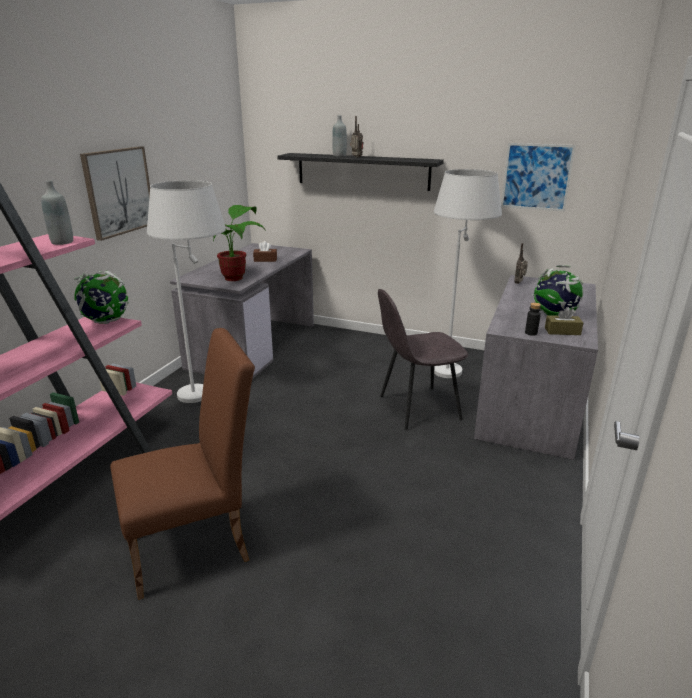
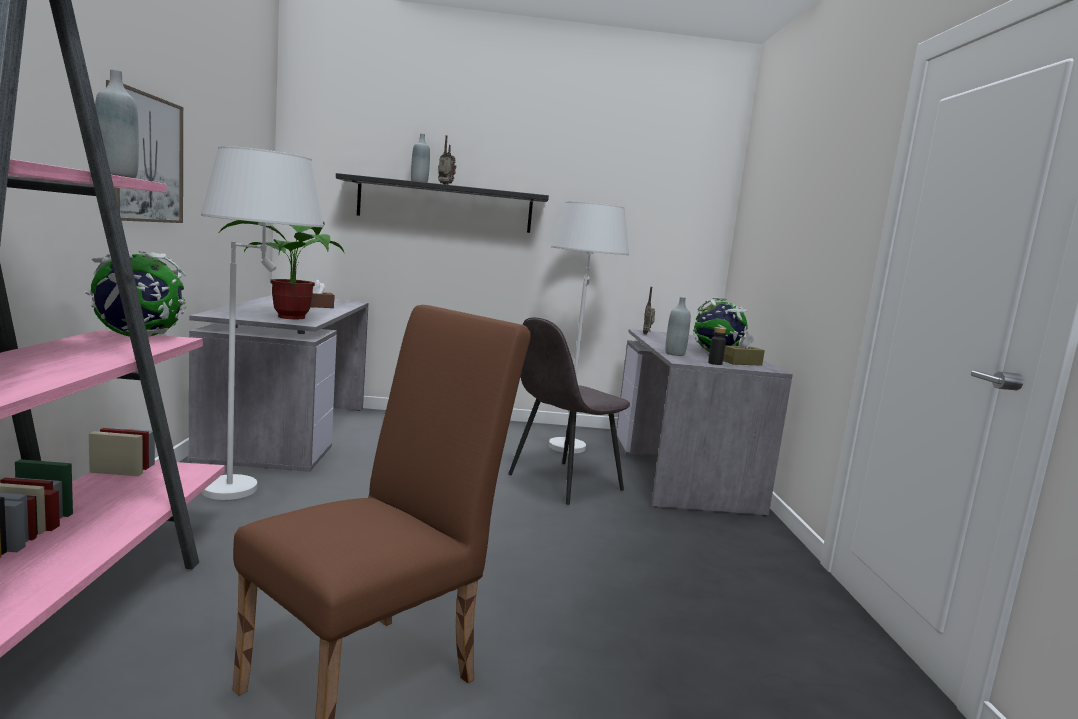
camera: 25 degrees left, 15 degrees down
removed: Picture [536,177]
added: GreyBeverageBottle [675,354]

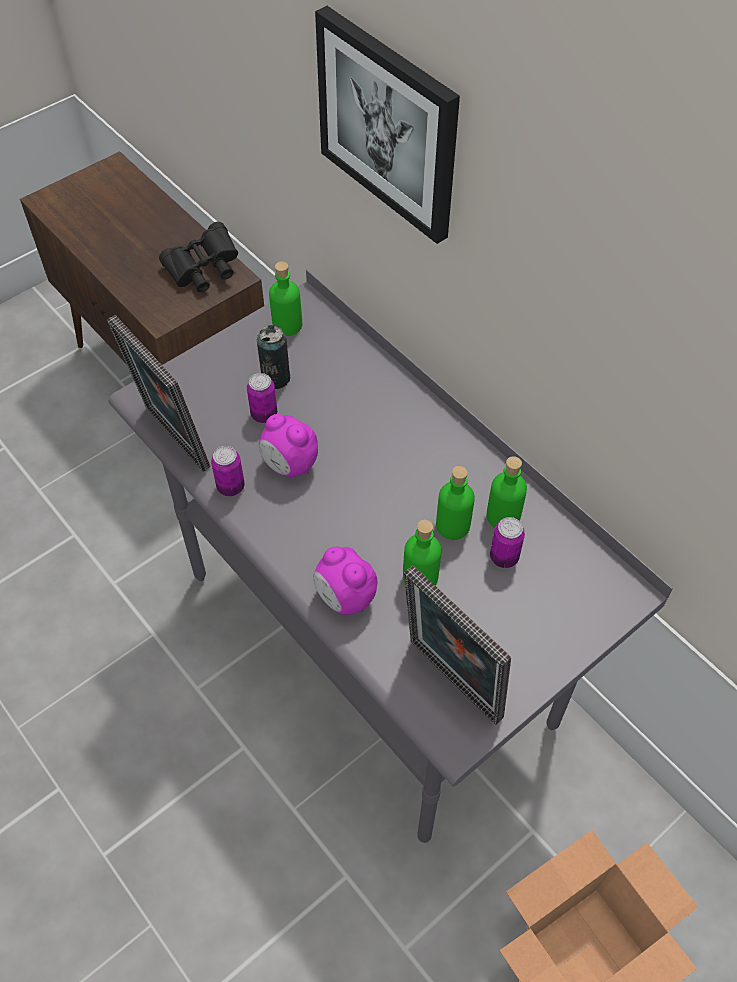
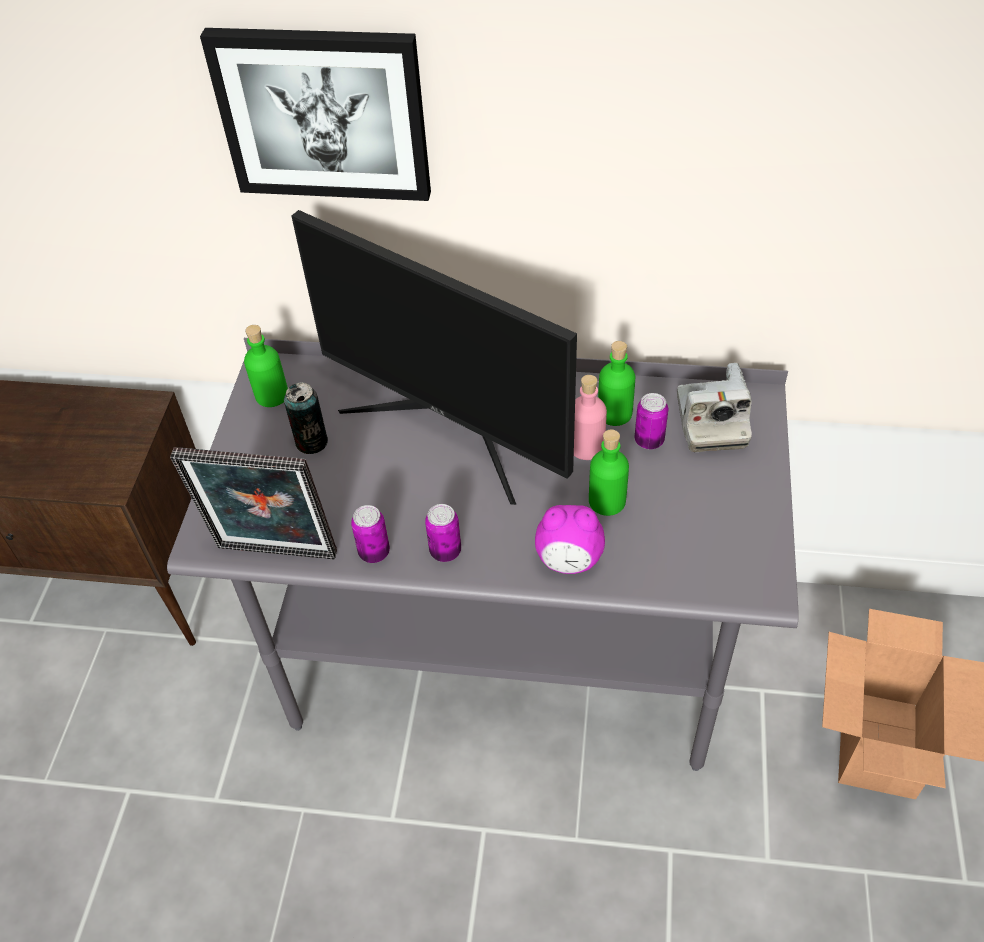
camera: 40 degrees left, 5 degrees down
removed: BlackColouredFieldGlasses [203,271]; TableClock [289,465]; PictureFrame [450,684]
added: Monitor [451,426]; StillCamera [711,421]
moved: SealedCan [264,414] to [445,551]
recoloured: GreenColouredBeverageBottle [453,525] to PinkColouredBeverageBottle [586,446]

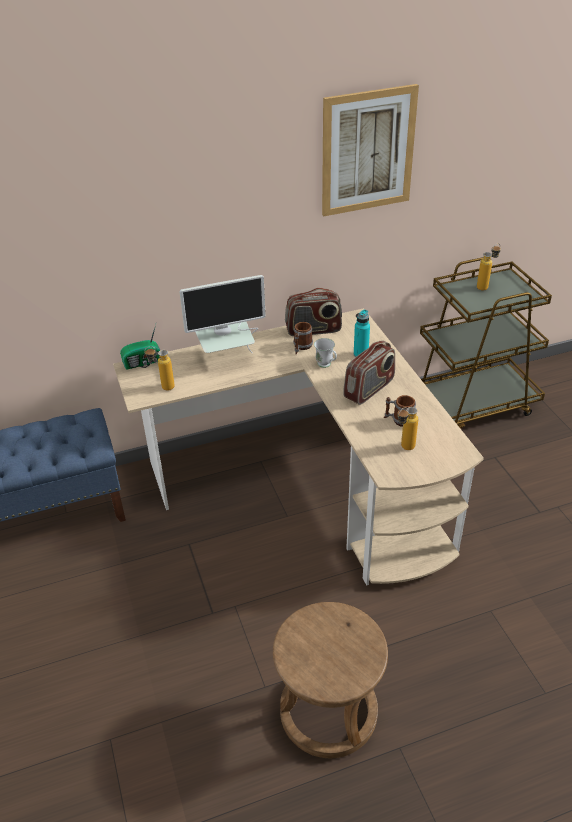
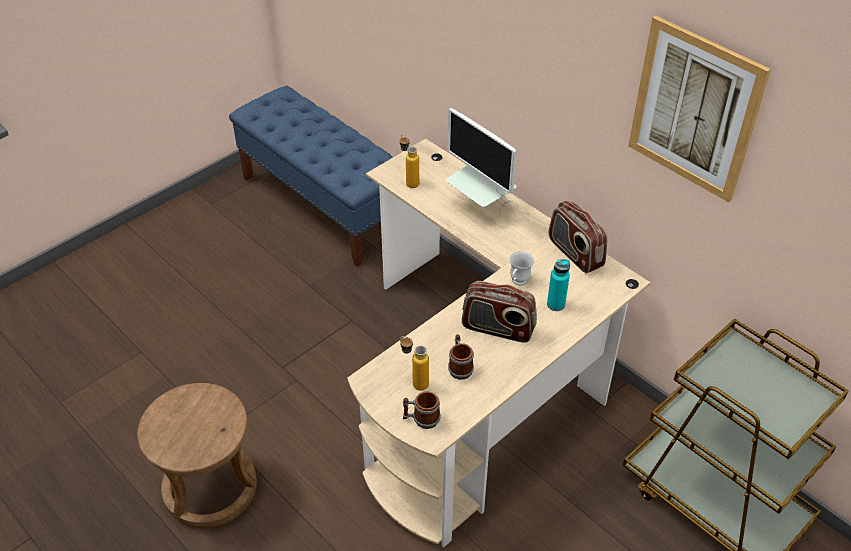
camera: 65 degrees right, 5 degrees up
removed: Radio [143,362]; BeverageBottle [485,286]
moved: TeaMug [301,347] to [421,419]

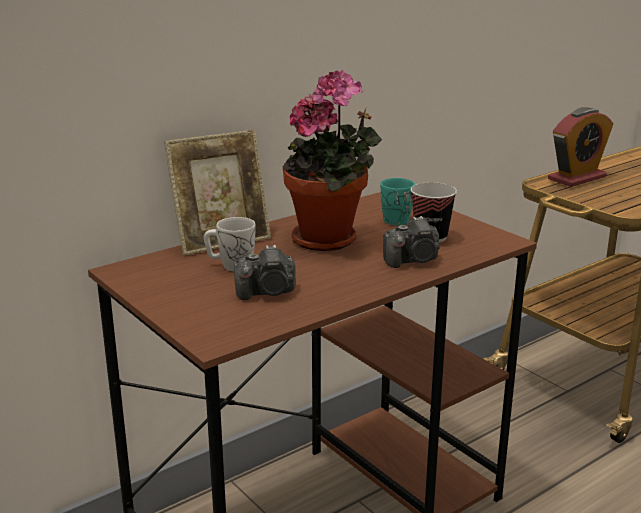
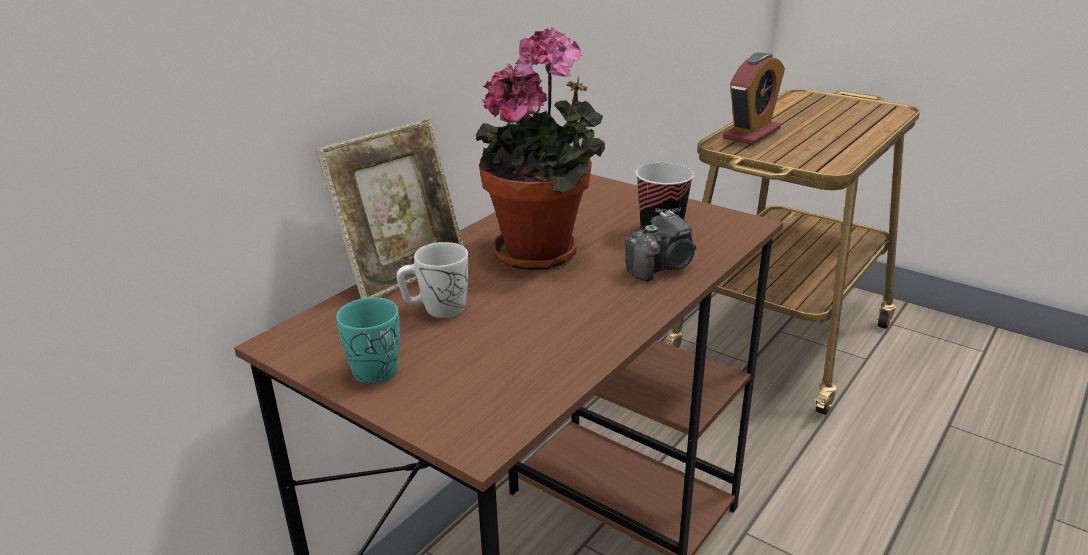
camera: 15 degrees left, 5 degrees up
removed: StillCamera [267,292]
moved: BlueGreenTeaMug [397,219] to [377,366]

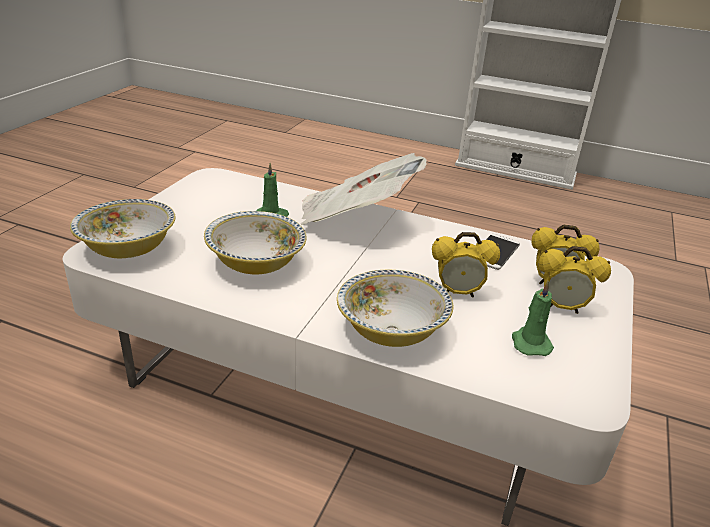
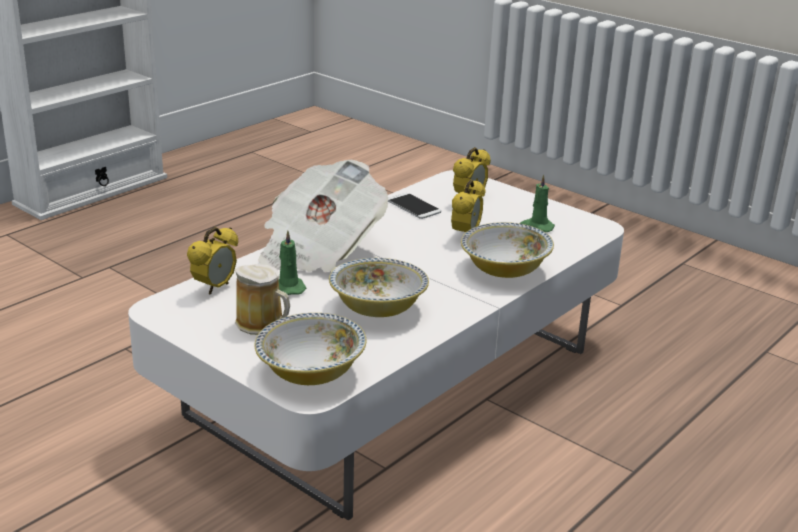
camera: 70 degrees left, 5 degrees down
added: TeaMug [263,324]
moved: TableClock [562,308] to [215,288]

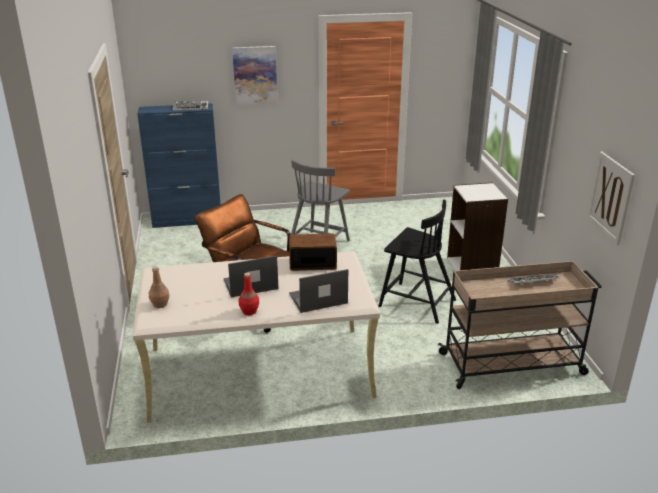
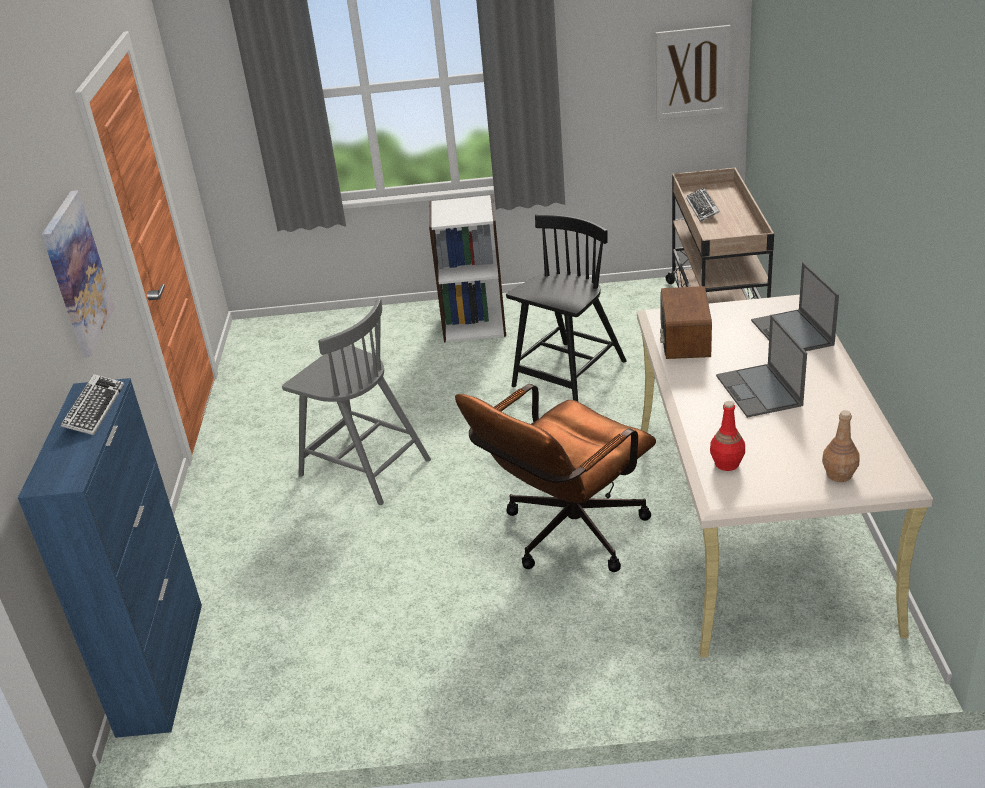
camera: 80 degrees left, 5 degrees up
moved: ReddishBeverageBottle [249,311] to [726,464]

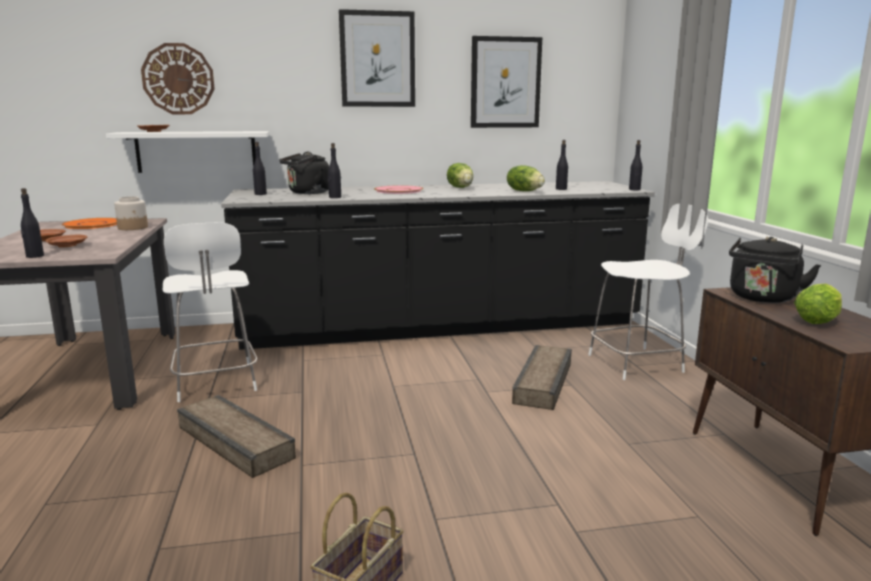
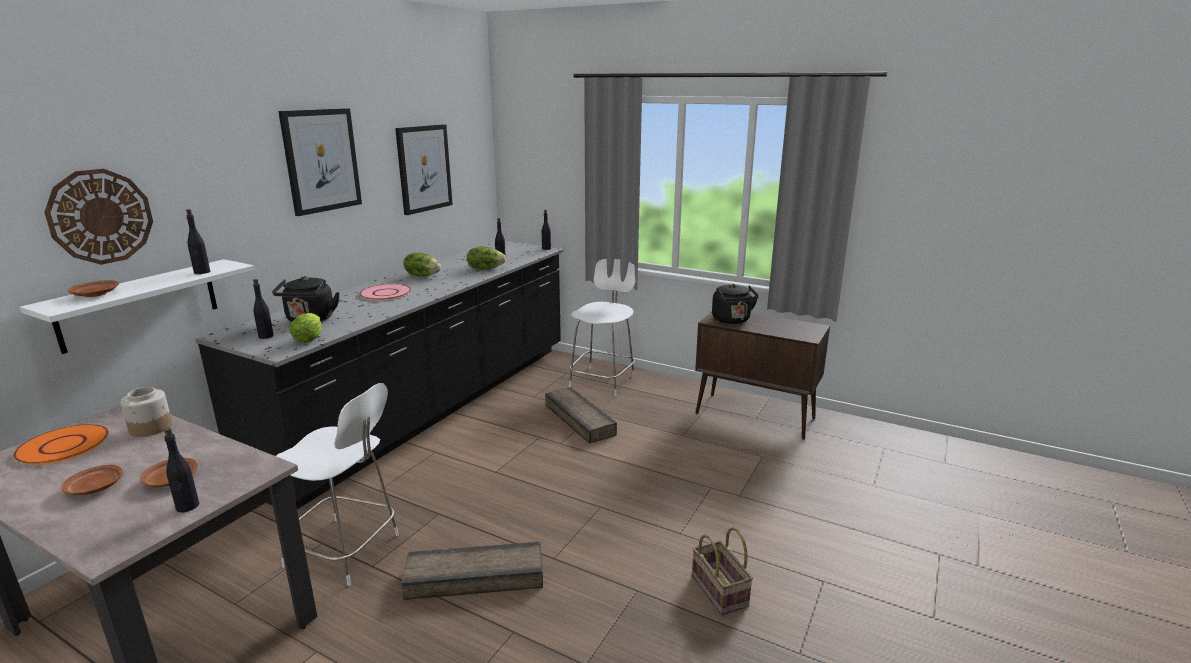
camera: 50 degrees left, 5 degrees up
moved: BlackColouredBeverageBottle [335,197] to [202,272]; LettuceHead [819,320] to [310,338]

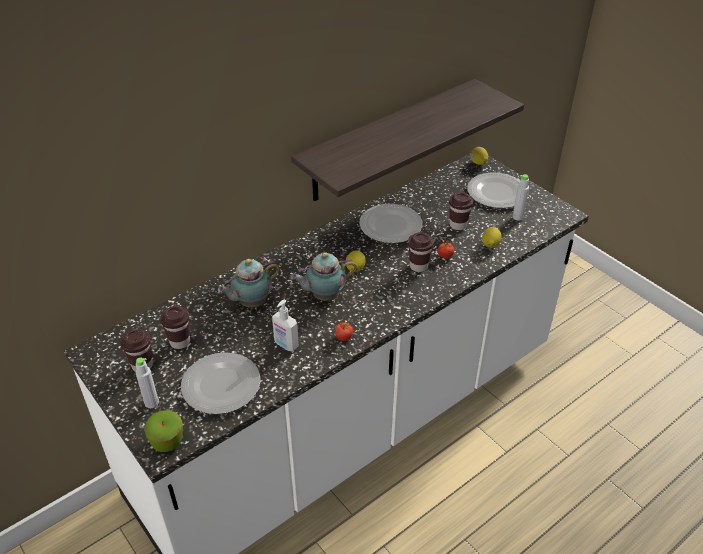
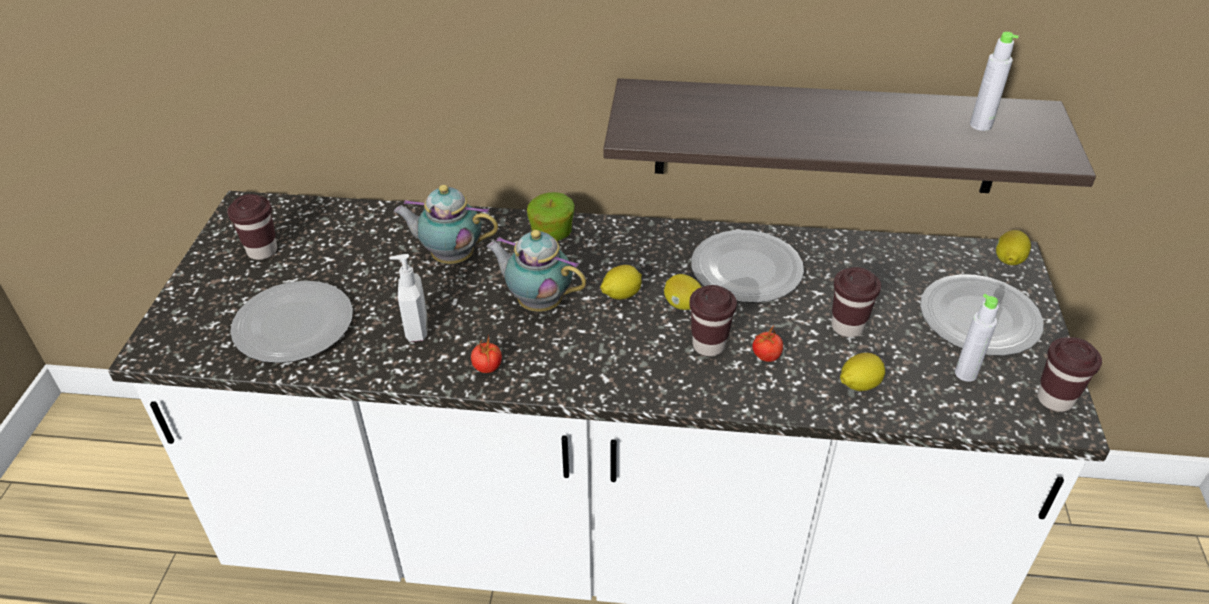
camera: 45 degrees right, 0 degrees up
added: Lemon [683,305]
moved: Apple [167,441] to [552,233]; GreyBeverageBottle [151,403] to [980,125]; BrownColouredDrinkingCup [180,342] to [1054,399]

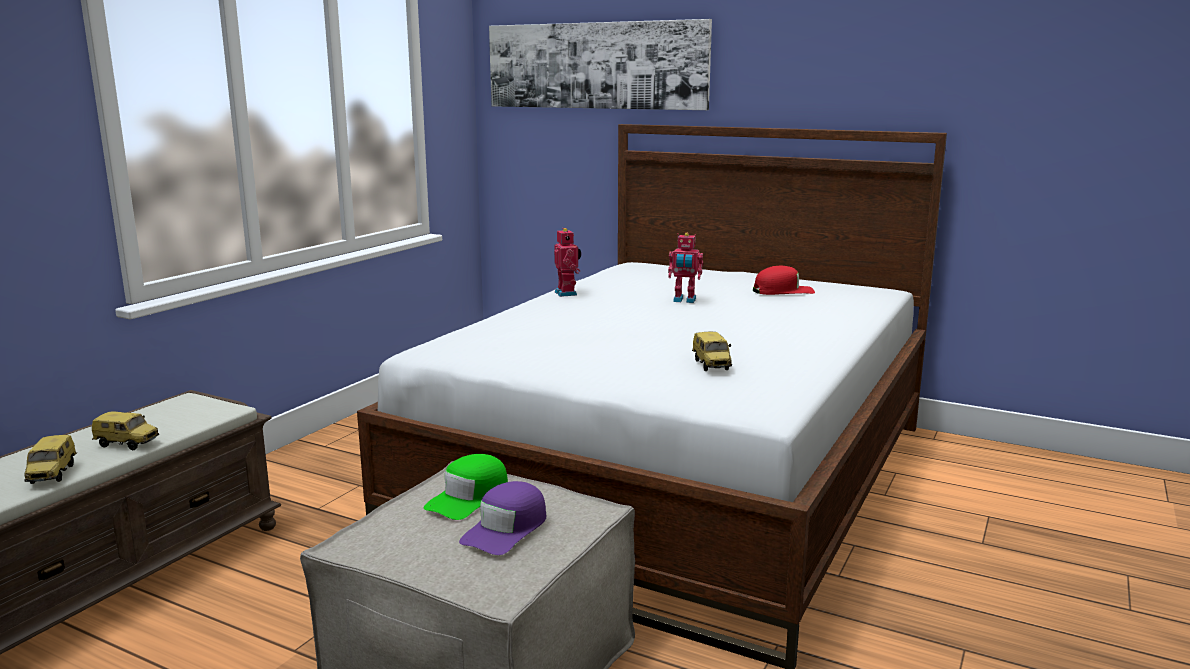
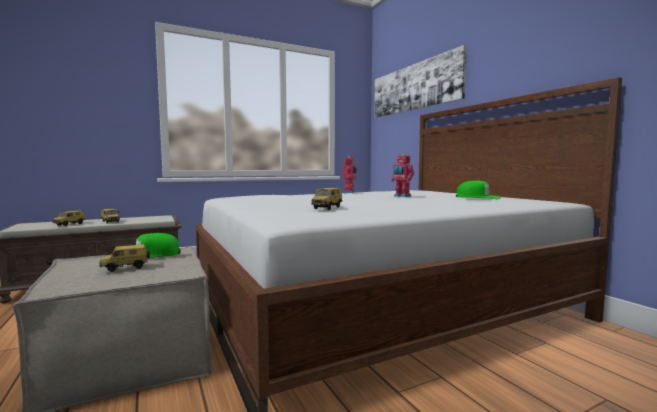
camera: 35 degrees right, 10 degrees down
replaced: PurplishPeakedCap [506,529] to ToyCar [125,268]
recoloured: ReddishPeakedCap [783,291] to GreenColouredPeakedCap [478,198]

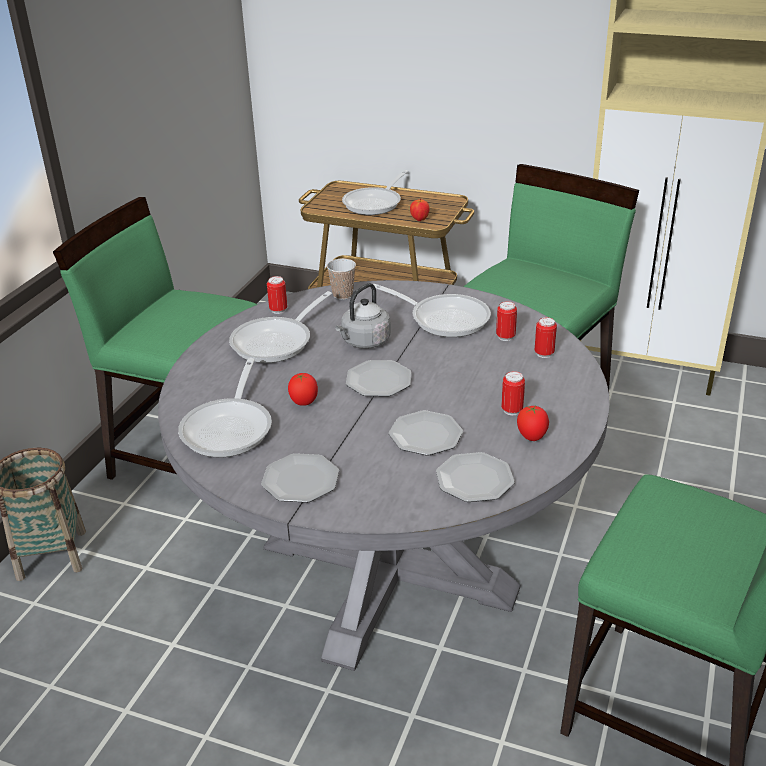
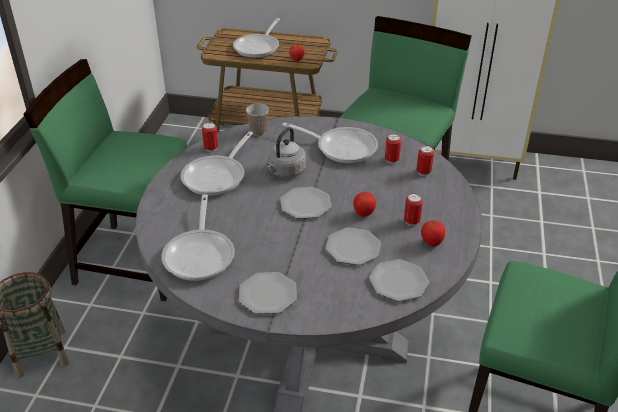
camera: 10 degrees left, 5 degrees up
moved: FreshTomato [303,403] to [363,214]

